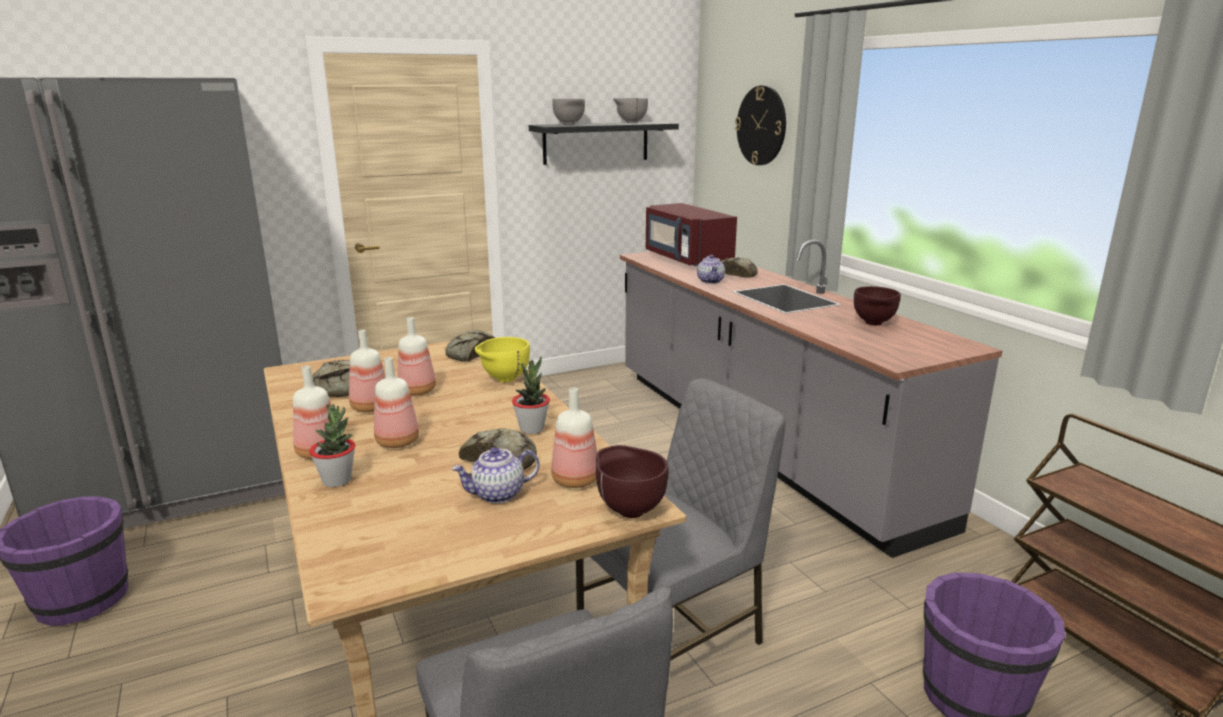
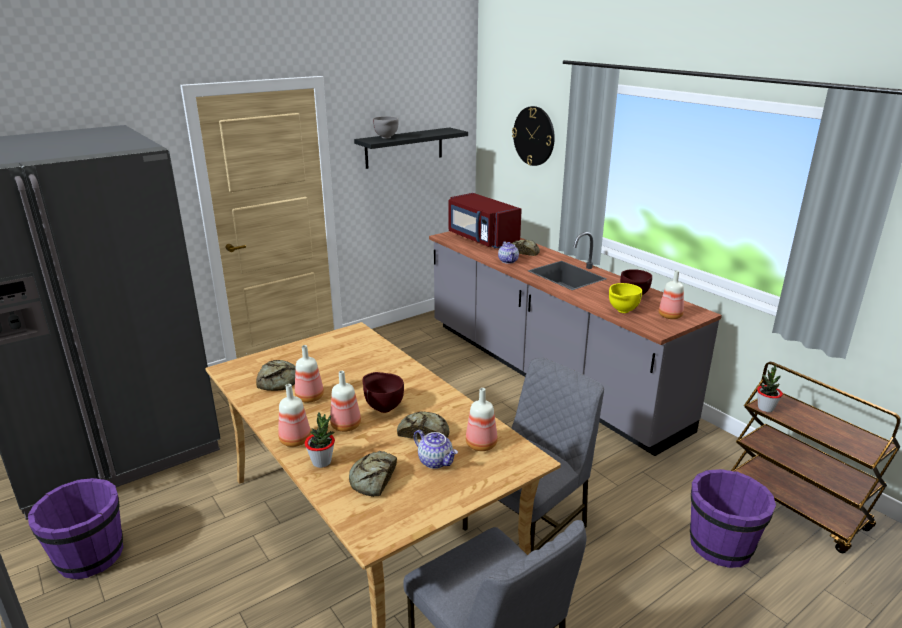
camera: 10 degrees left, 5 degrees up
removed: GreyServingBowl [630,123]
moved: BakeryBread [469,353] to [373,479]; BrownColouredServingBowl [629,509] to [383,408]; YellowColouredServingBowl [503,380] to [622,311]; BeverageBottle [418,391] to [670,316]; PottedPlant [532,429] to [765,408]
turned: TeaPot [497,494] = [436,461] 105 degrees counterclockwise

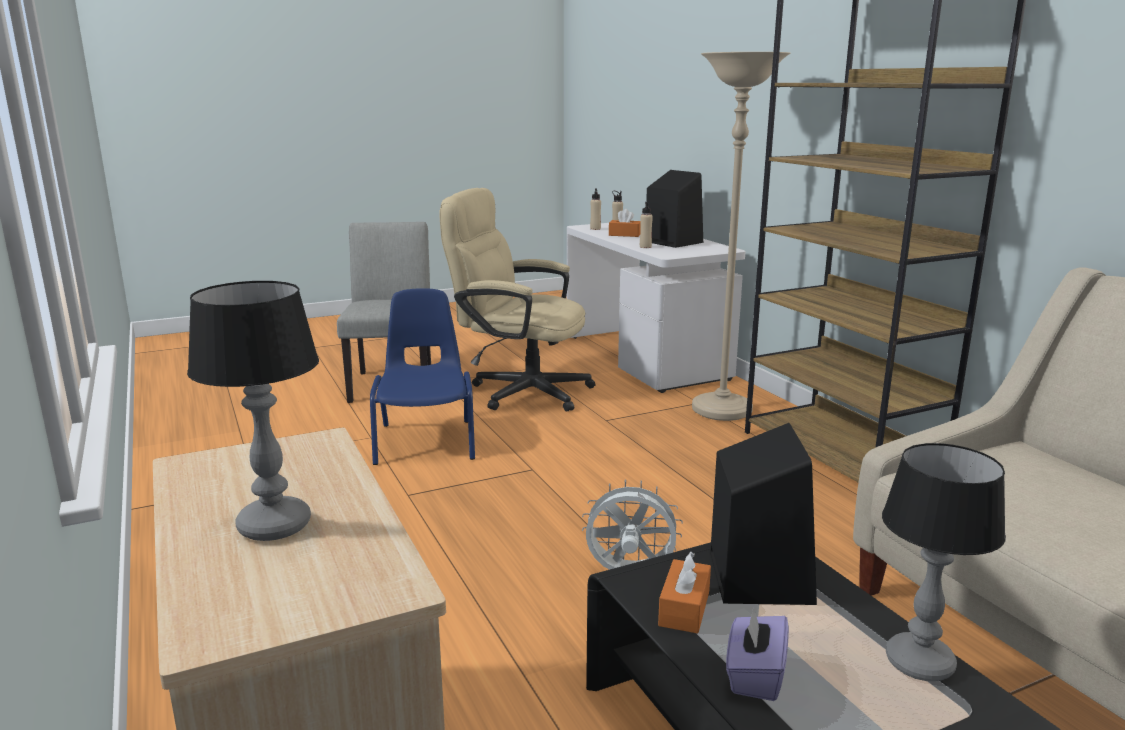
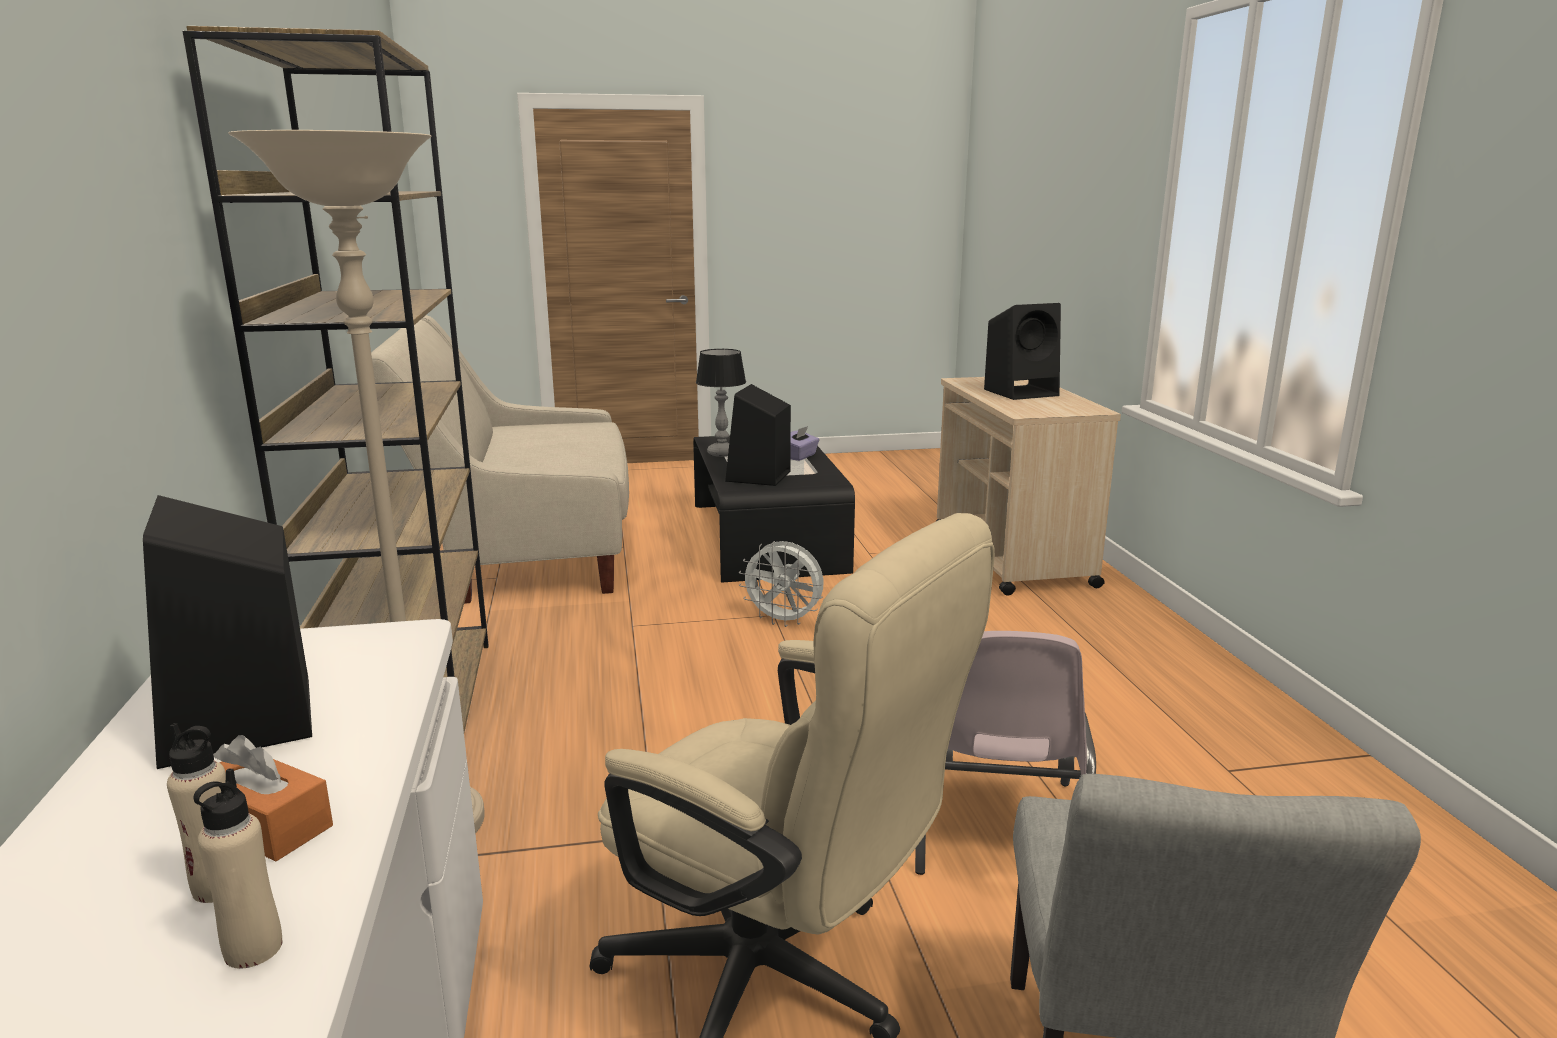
camera: 165 degrees left, 0 degrees up
removed: SandColouredBeverageBottle [645,247]; OrangeColouredTissueBox [684,608]
replaced: TabletopLamp [273,526] to BlackColouredSpeaker [1022,392]
recoloured: BlueColouredPlainChair [426,441] to PinkColouredPlainChair [993,828]

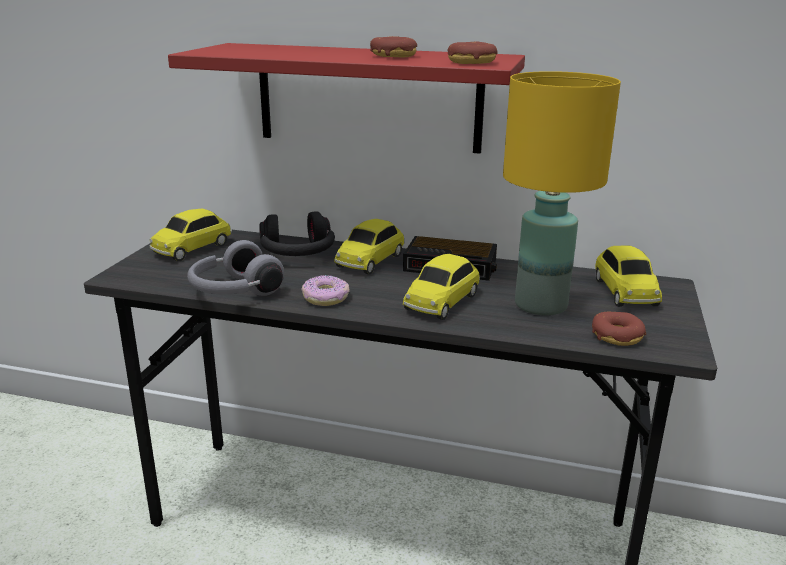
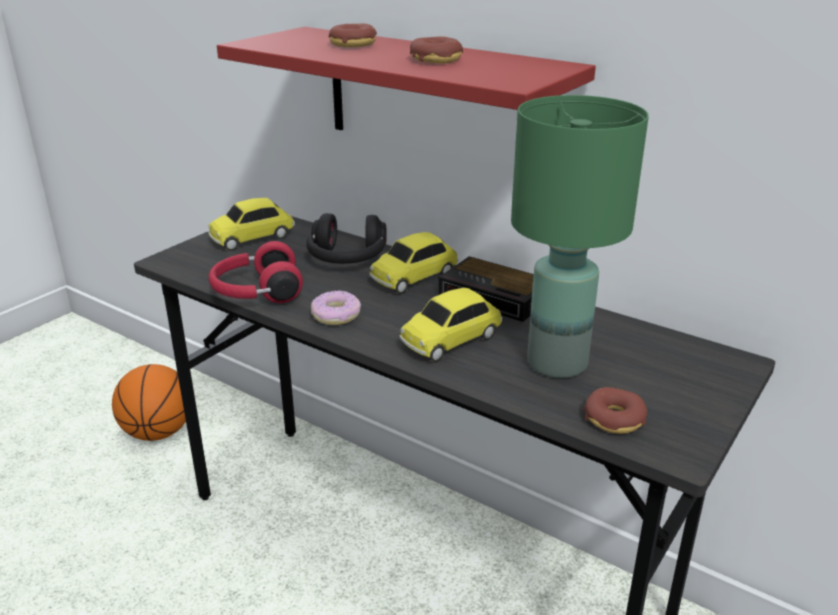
camera: 20 degrees right, 5 degrees up
removed: ToyCar [624,291]
added: BasketballBall [158,432]
moved: Doughnut [471,62] to [353,44]
recoloured: GreyHeadset [234,291] to ReddishHeadset [256,293]; YellowColouredTabletopLamp [539,305] to GreenColouredTabletopLamp [555,362]

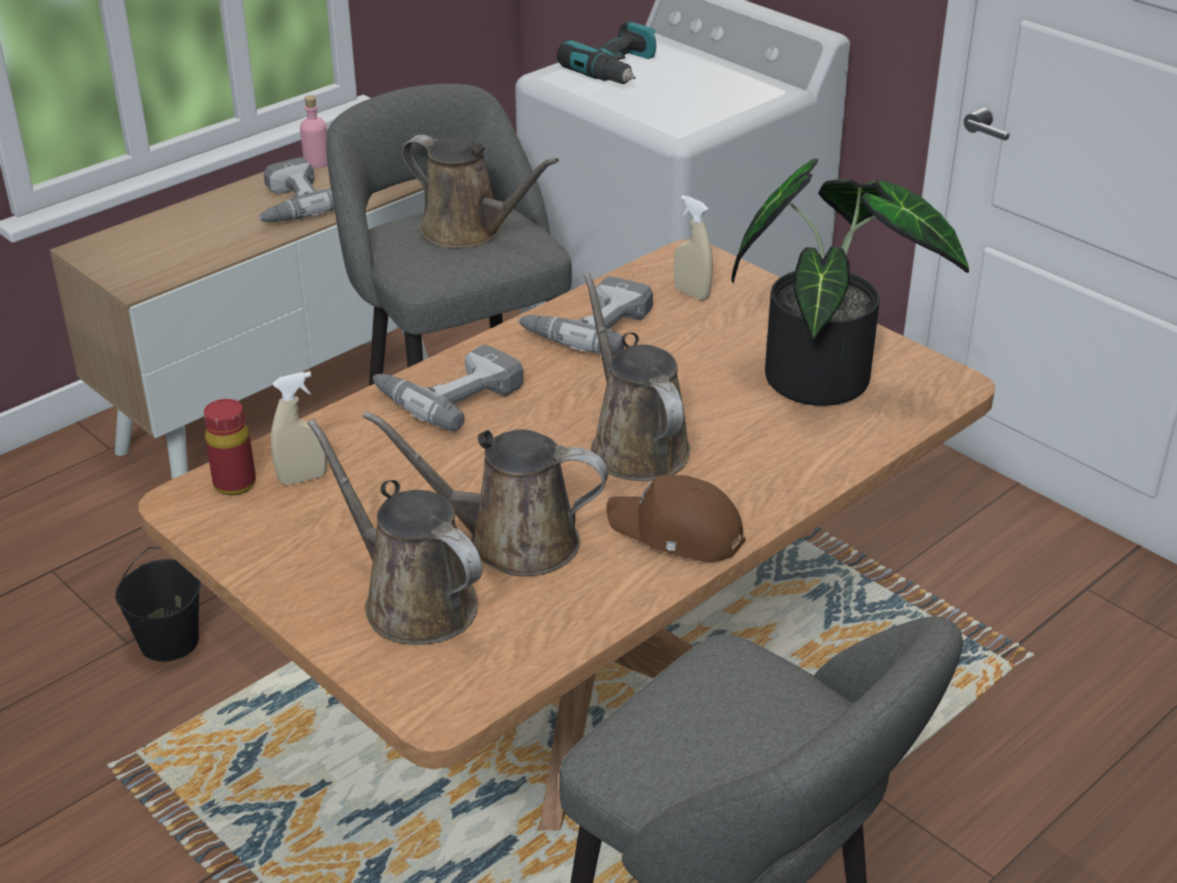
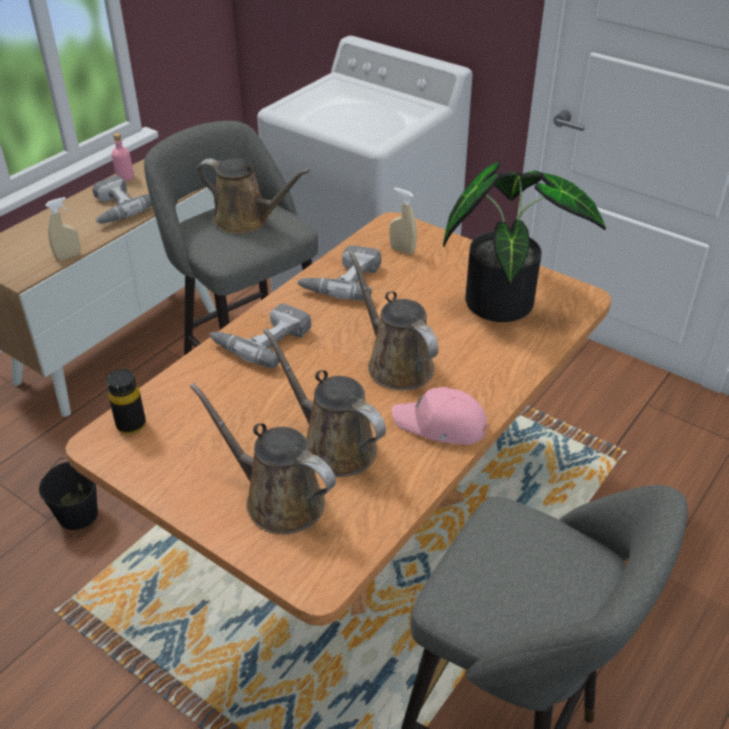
camera: 10 degrees left, 5 degrees up
removed: ElectricDrill [618,70]
moved: SandColouredSprayBottle [303,478] to [68,256]
recoloured: ReddishBeverageBottle [235,484] to BlackColouredBeverageBottle [131,425]; BrownColouredPeakedCap [676,532] to PinkColouredPeakedCap [440,425]
turned: BrownColouredWateringCan [511,541] = [333,445] 45 degrees clockwise

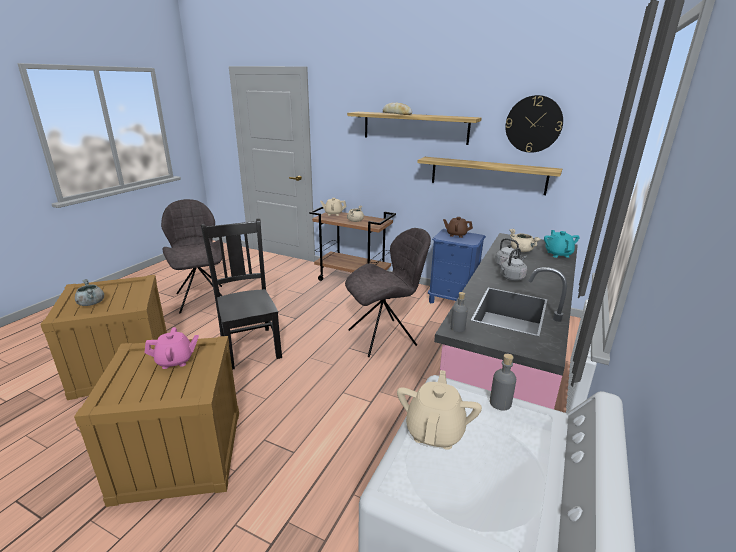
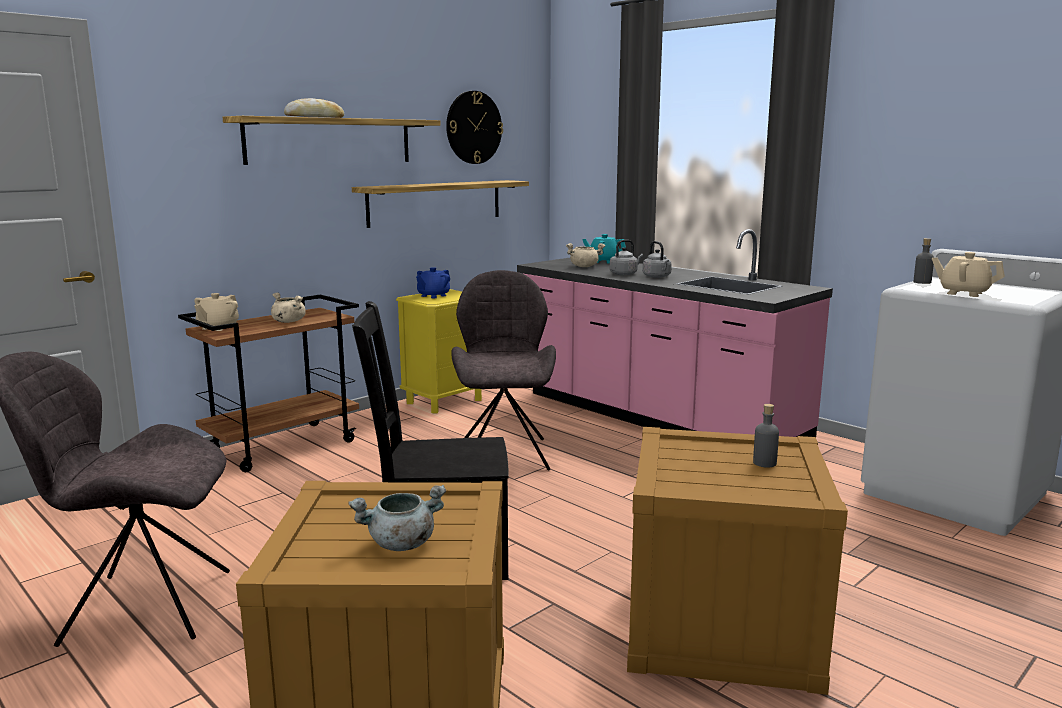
camera: 70 degrees left, 10 degrees down
removed: PinkColouredTeaPot [175,361]
moved: GreyBeverageBottle [457,328] to [764,463]
recoloured: BlueColouredNightTable [452,300] to YellowColouredNightTable [444,401]; BrownColouredTeaPot [456,235] to BlueColouredTeaPot [433,296]

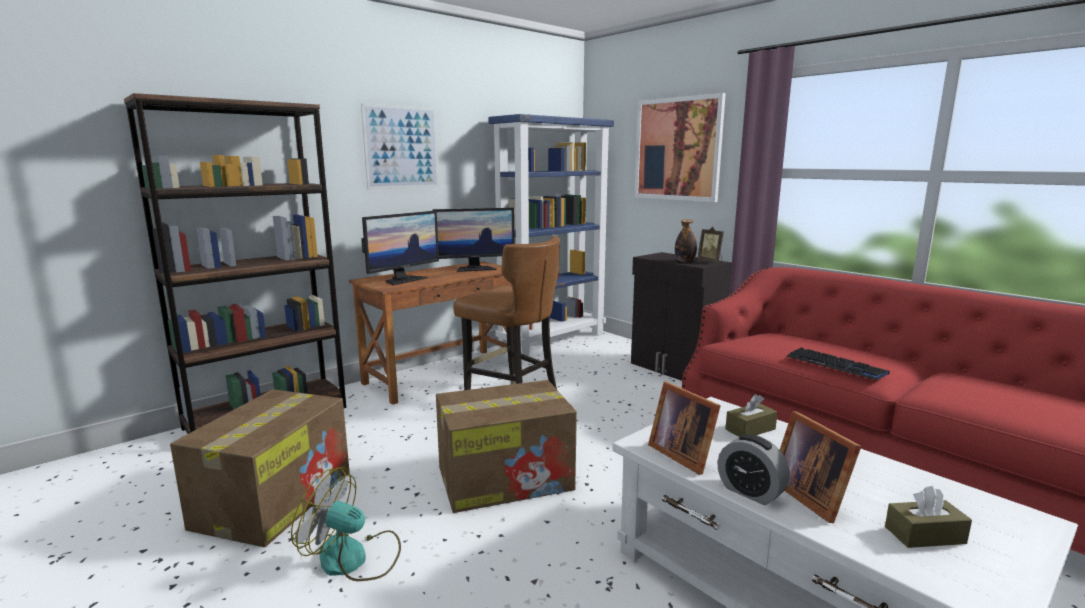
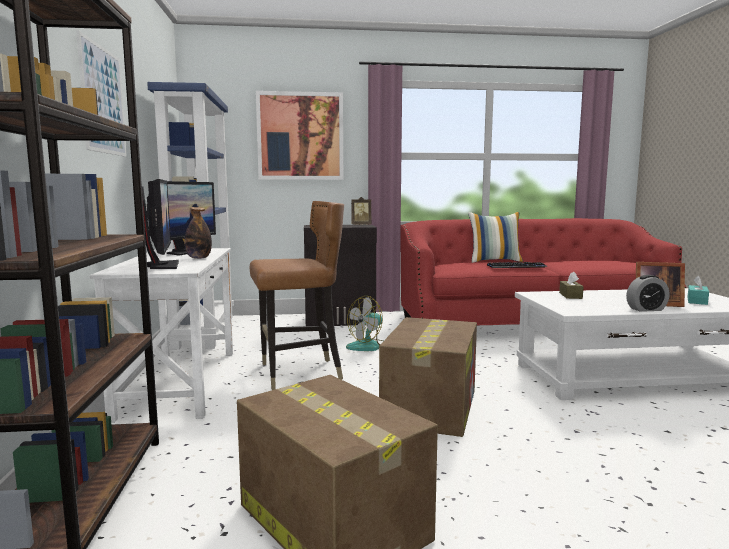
camera: 55 degrees left, 5 degrees down
removed: PictureFrame [682,454]
added: Cushion [494,261]
moved: BeverageBottle [685,261] to [198,258]; ElectricFan [354,559] to [369,346]
recoloured: BrownColouredDeskTable [443,374] to WhiteColouredDeskTable [179,382]; BrownColouredTissueBox [924,535] to BlueGreenTissueBox [697,301]

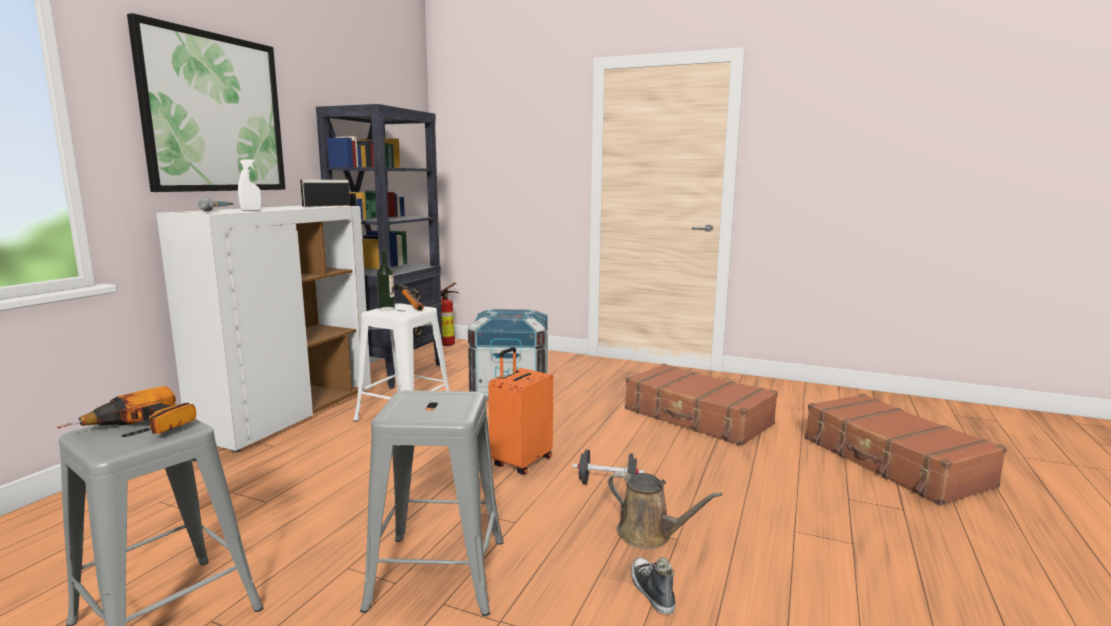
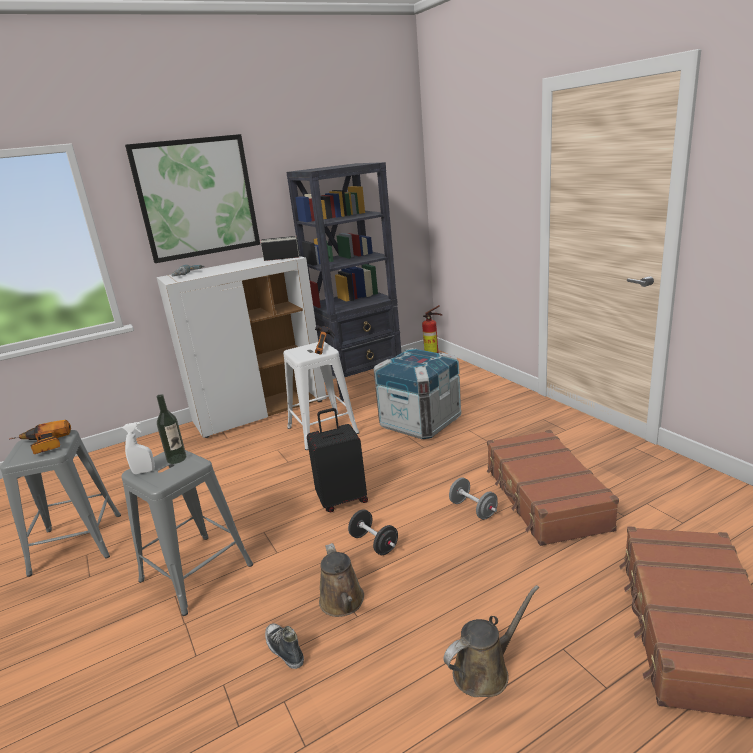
camera: 40 degrees right, 10 degrees up
added: BrownColouredWateringCan [485,670]; GreyHandWeight [473,509]
moved: WhiteColouredSprayBottle [251,210] to [144,471]; BeverageBottle [386,308] to [176,459]
recoloured: OrangeColouredPieceOfLuggage [521,462] to BlackColouredPieceOfLuggage [342,499]
turned: LowShoe [651,591] = [284,650] 60 degrees counterclockwise

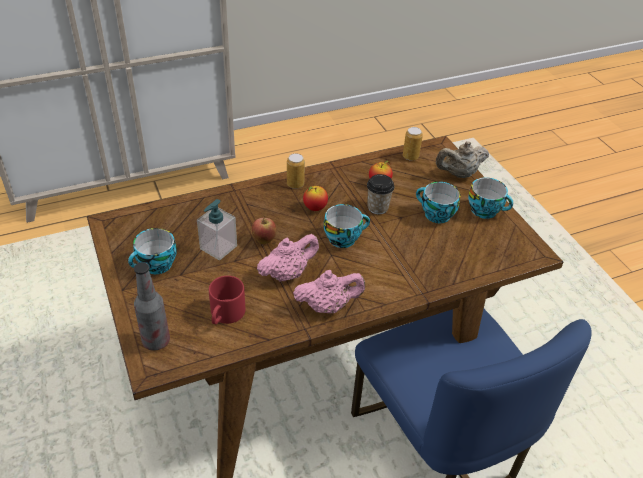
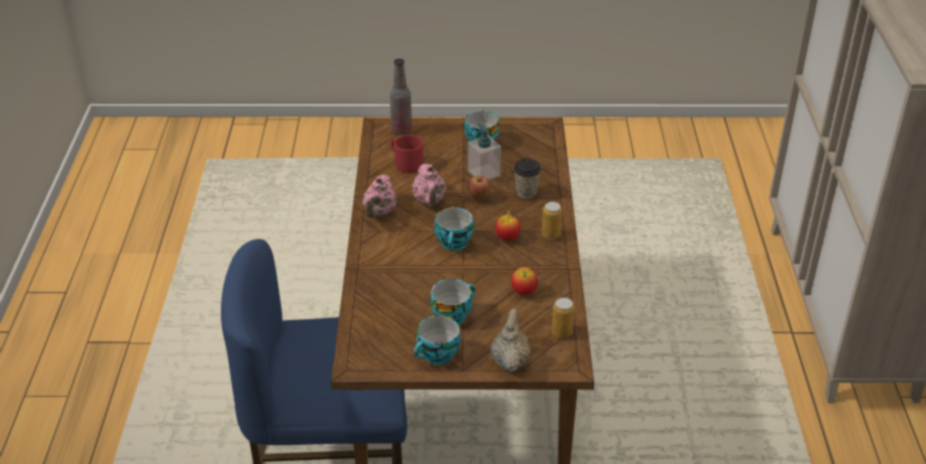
camera: 115 degrees right, 5 degrees down
moved: DrinkingCup [377,208] to [526,192]

